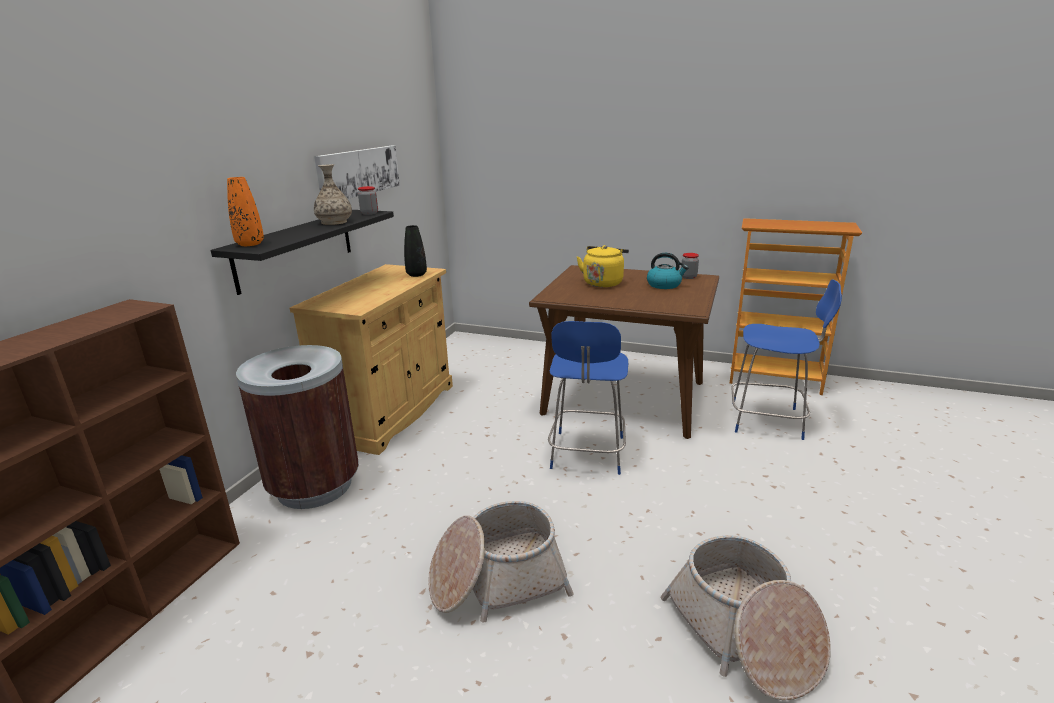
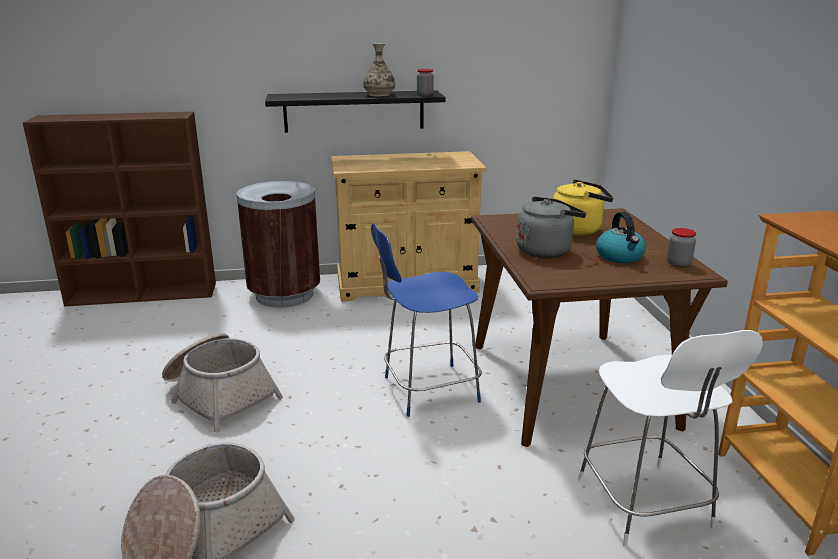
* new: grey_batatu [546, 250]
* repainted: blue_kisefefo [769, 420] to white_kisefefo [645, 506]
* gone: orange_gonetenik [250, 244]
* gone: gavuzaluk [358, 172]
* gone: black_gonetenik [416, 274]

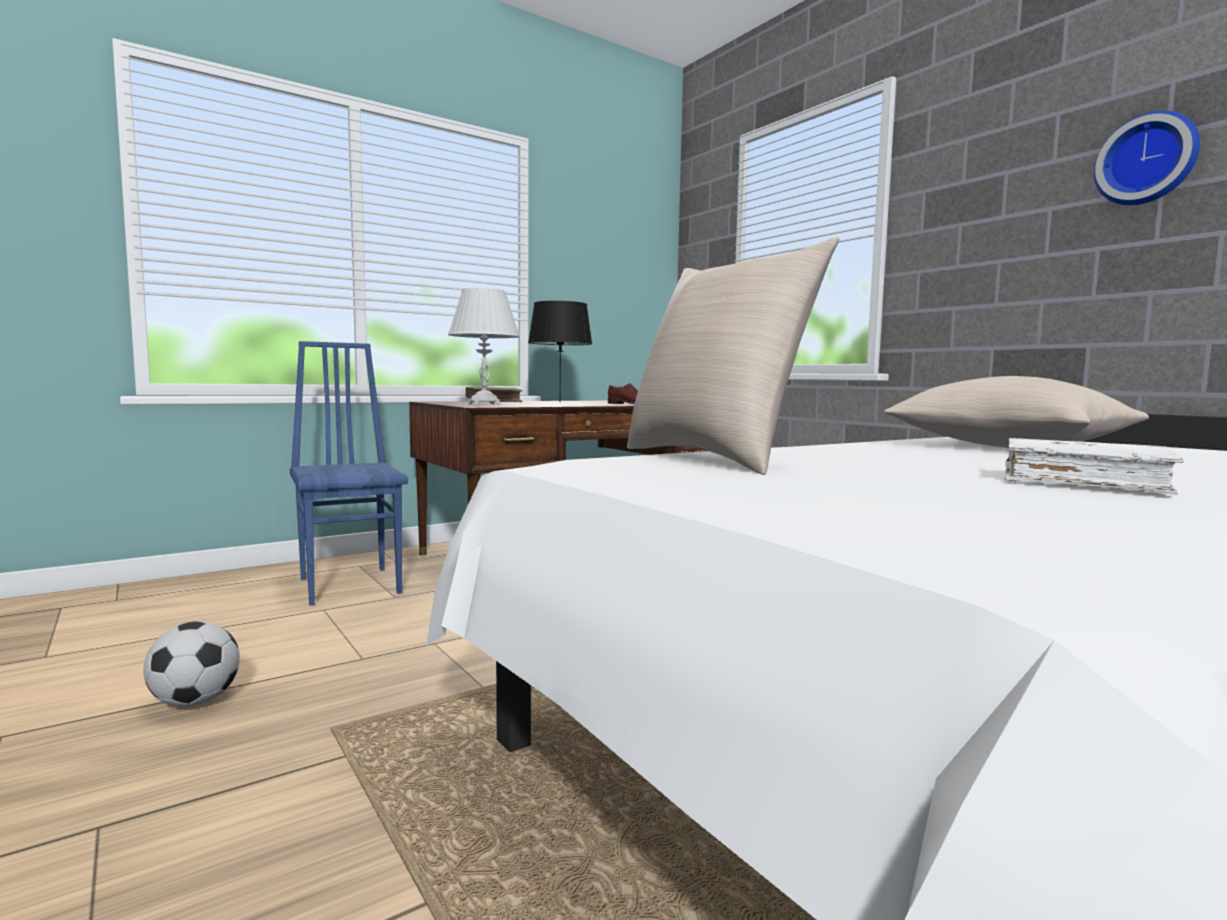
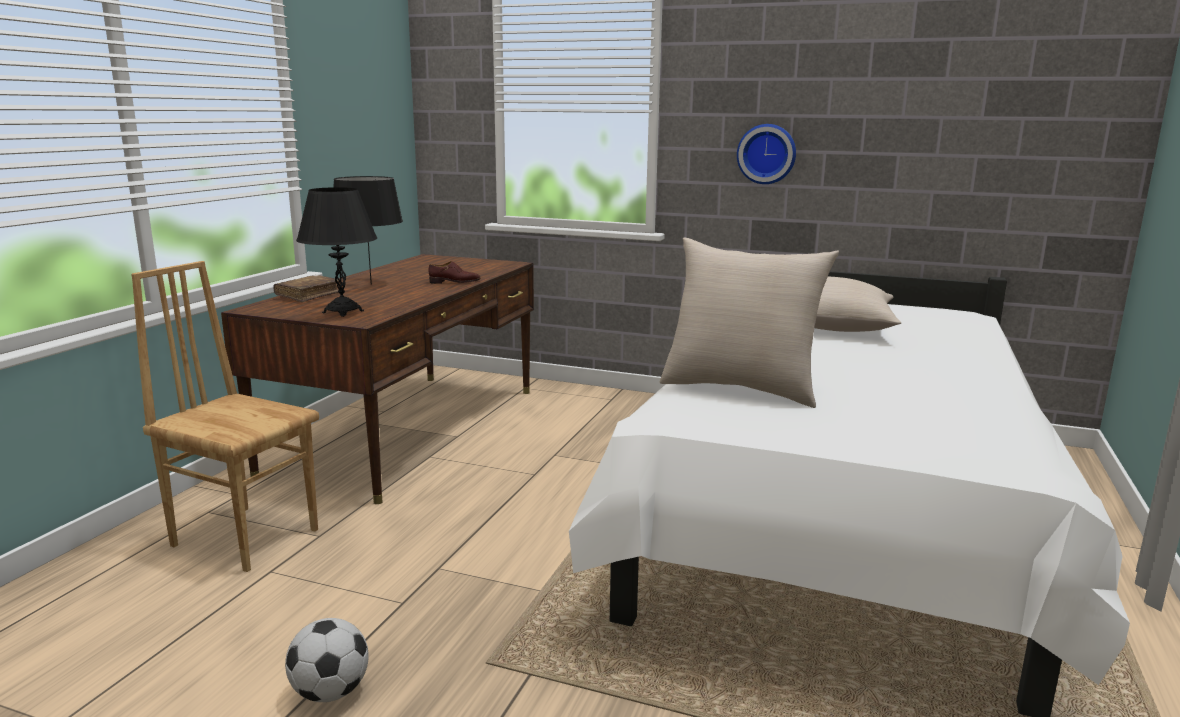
* repainted: blue_kisefefo [352, 585] to brown_kisefefo [246, 536]
* repainted: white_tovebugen [484, 404] to black_tovebugen [342, 312]
* shifted: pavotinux [1147, 160] to [766, 154]
* gone: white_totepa [1082, 482]

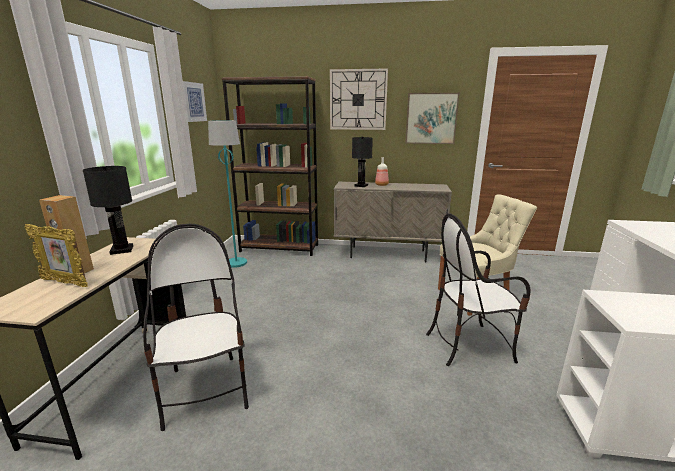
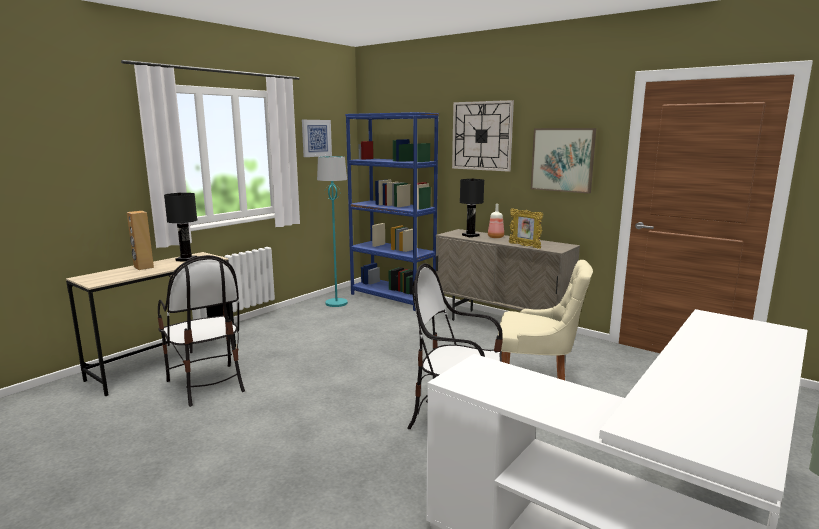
* rotated: kisefefo [206, 390] = [207, 385] 135 degrees clockwise
* repainted: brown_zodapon [279, 248] to blue_zodapon [392, 298]
* shifted: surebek [65, 283] to [524, 246]

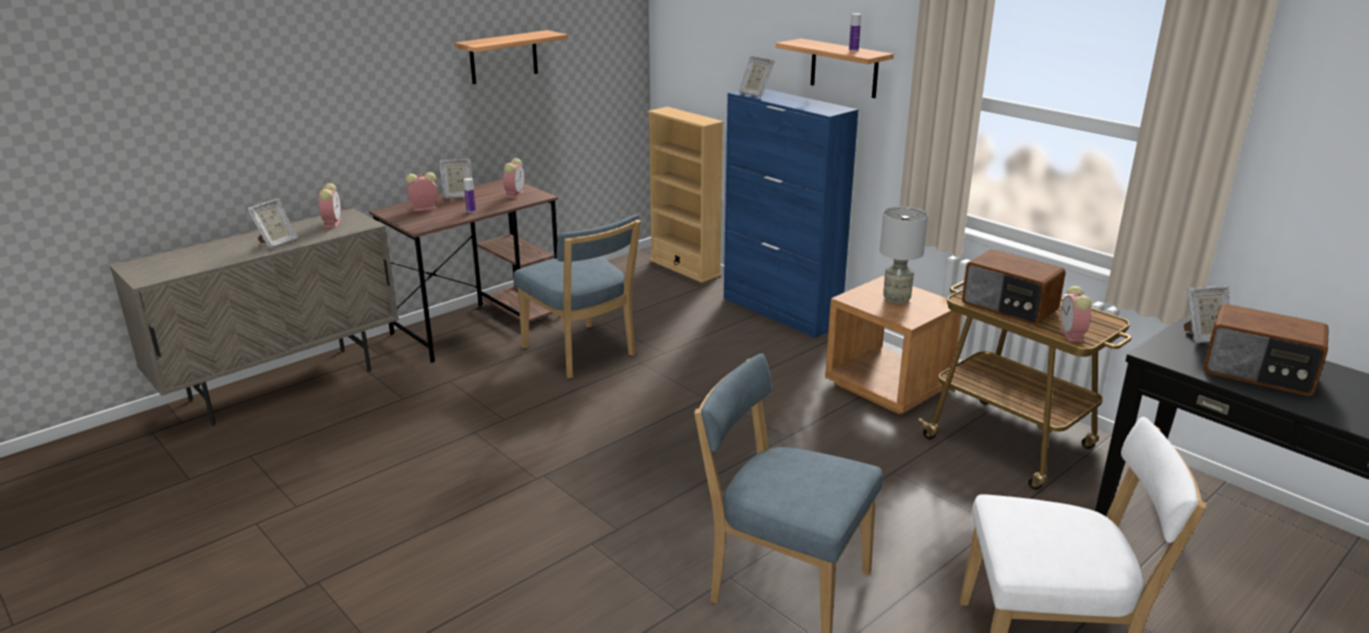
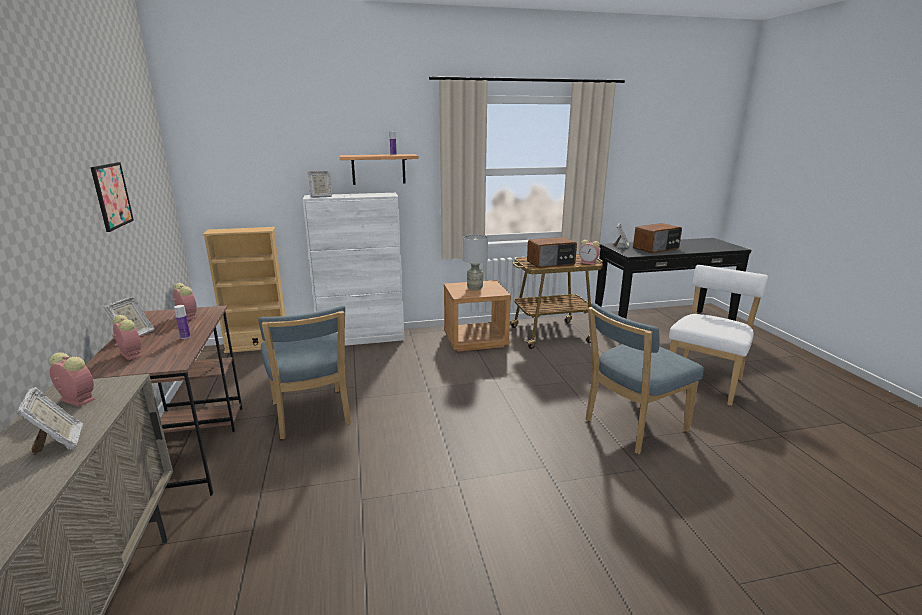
* swapped: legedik [503, 57] to gavuzaluk [112, 196]
* rotated: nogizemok [423, 208] = [130, 354] 120 degrees clockwise
* rotated: blue_kisefefo [582, 354] = [311, 416] 75 degrees clockwise
* repainted: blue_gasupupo [781, 312] to white_gasupupo [362, 338]

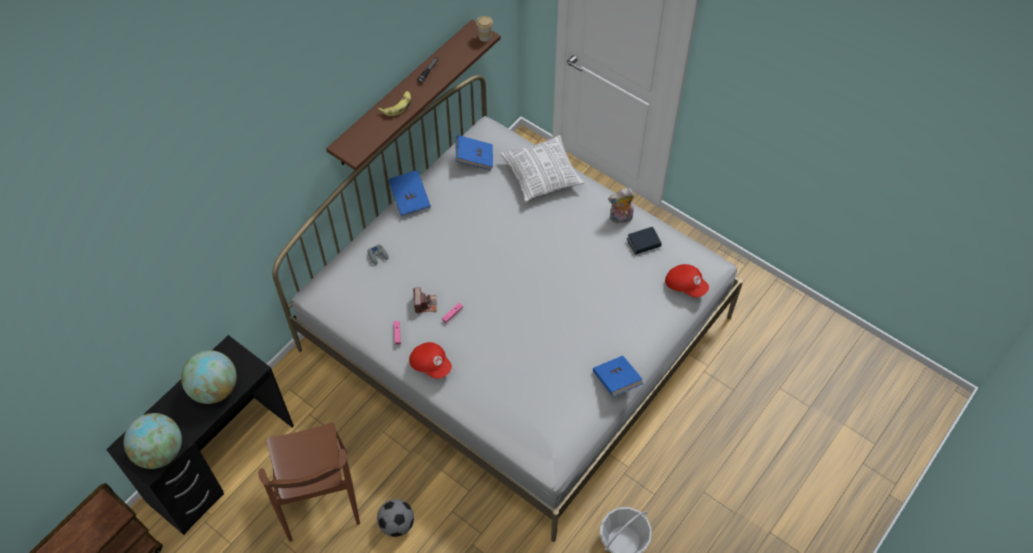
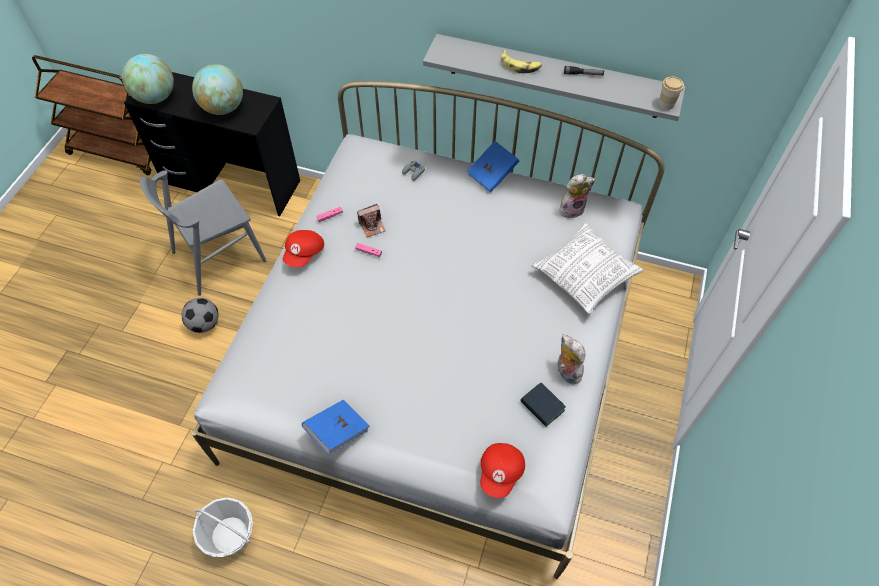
* repainted: brown_kisefefo [318, 496] to grey_kisefefo [218, 256]
* repainted: brown_legedik [403, 94] to grey_legedik [554, 77]
* swapped: blue_totepa [474, 159] to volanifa [572, 209]

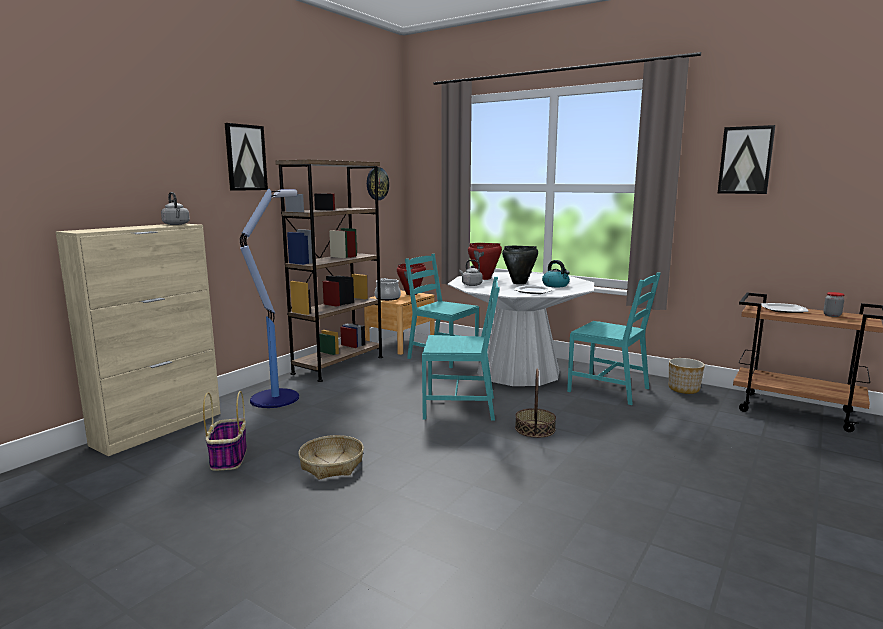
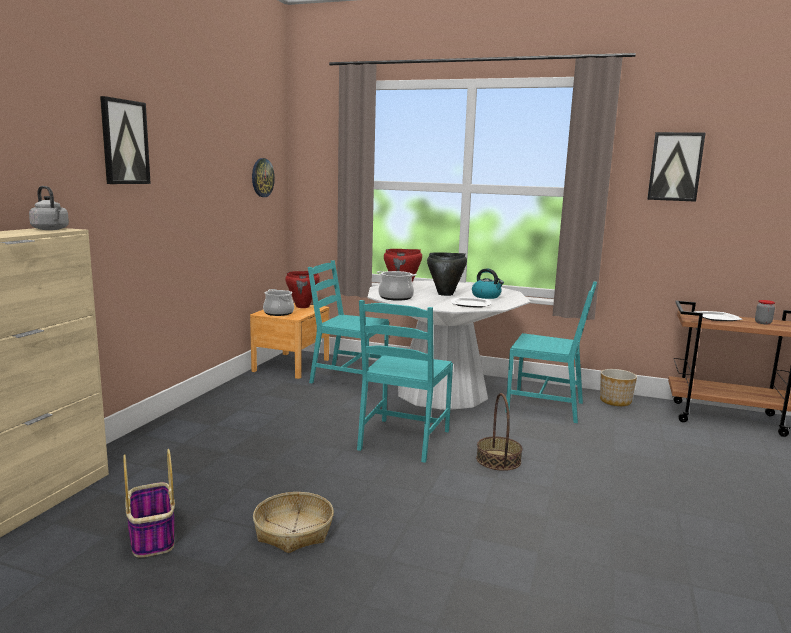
* rotated: turquoise_kisefefo [460, 407] = [403, 440] 120 degrees clockwise
* swapped: grey_batatu [471, 285] to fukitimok [395, 297]
* gone: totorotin [276, 398]
* gone: brown_zodapon [338, 365]

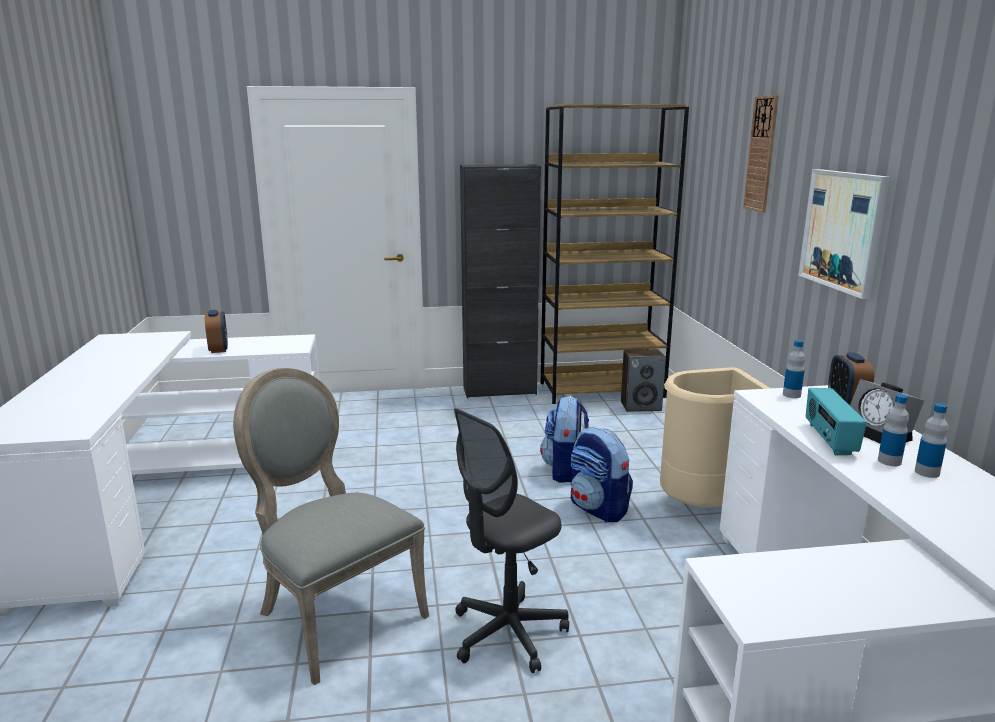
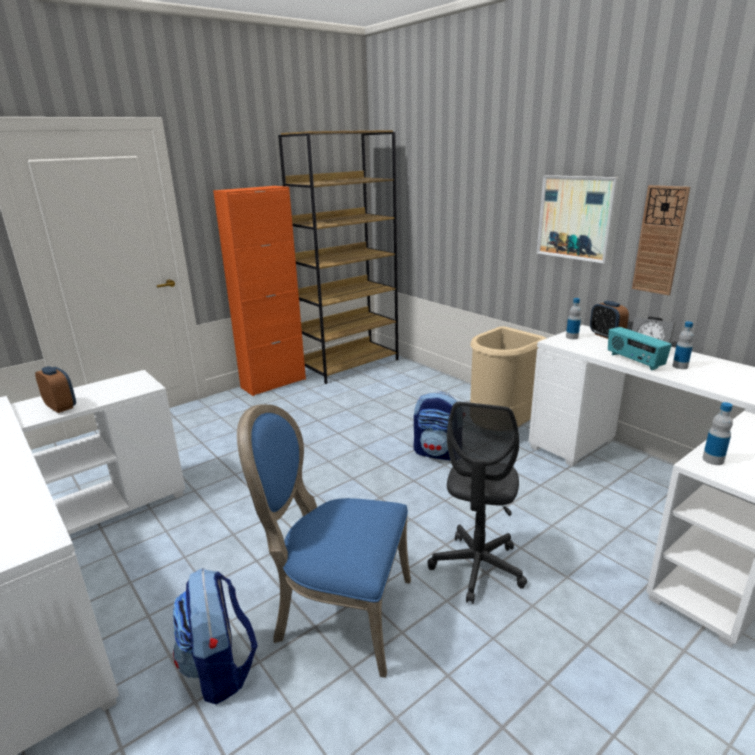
* shifted: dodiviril [567, 471] to [220, 668]
* repainted: black_gasupupo [499, 390] to orange_gasupupo [273, 383]
* repainted: grey_kisefefo [334, 615] to blue_kisefefo [338, 613]
* shifted: pavotinux [761, 154] to [660, 240]
* shifted: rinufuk [927, 472] to [713, 460]
* gone: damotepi [641, 406]

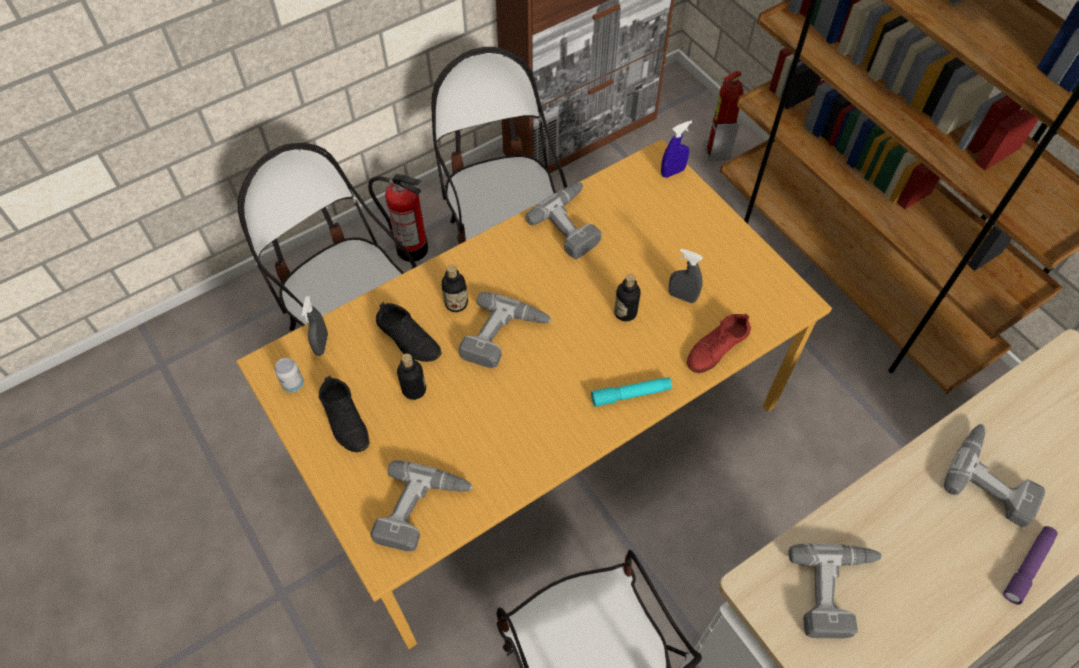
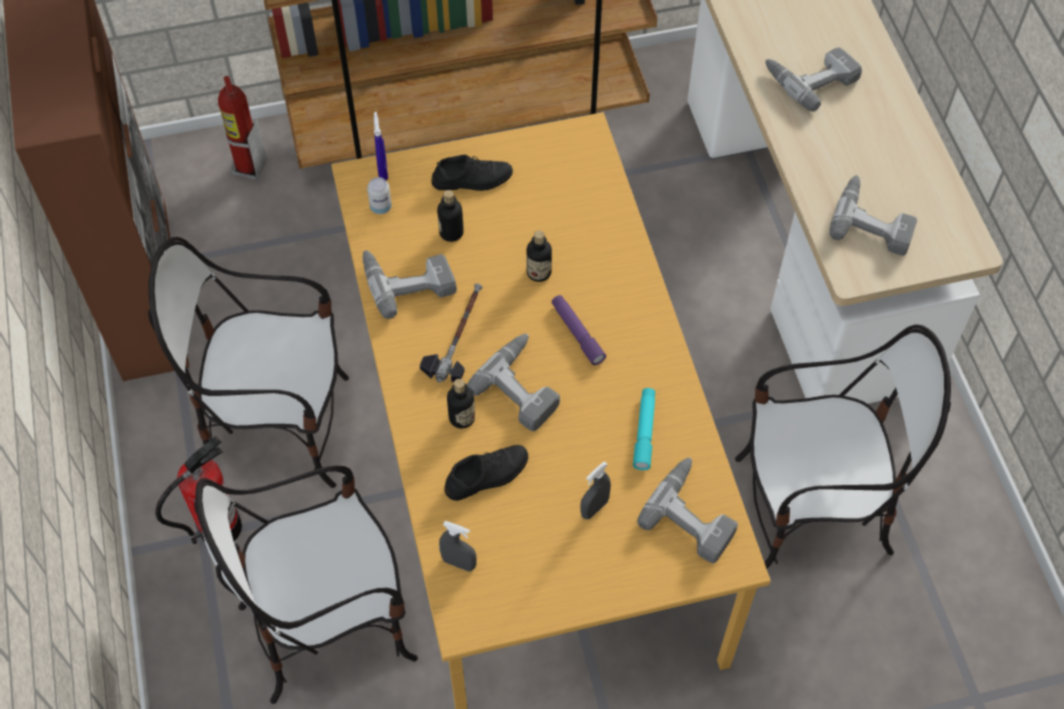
* shifted: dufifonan [293, 384] to [381, 207]
* new: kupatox [457, 335]
* shifted: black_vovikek [345, 419] to [472, 179]
* shifted: rinufuk [414, 389] to [451, 232]
* shifted: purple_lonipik [1027, 566] to [577, 333]
* shifted: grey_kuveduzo [682, 296] to [594, 508]
* shifted: turquoise_lonipik [631, 394] to [644, 432]
* gone: red_vovikek [717, 348]

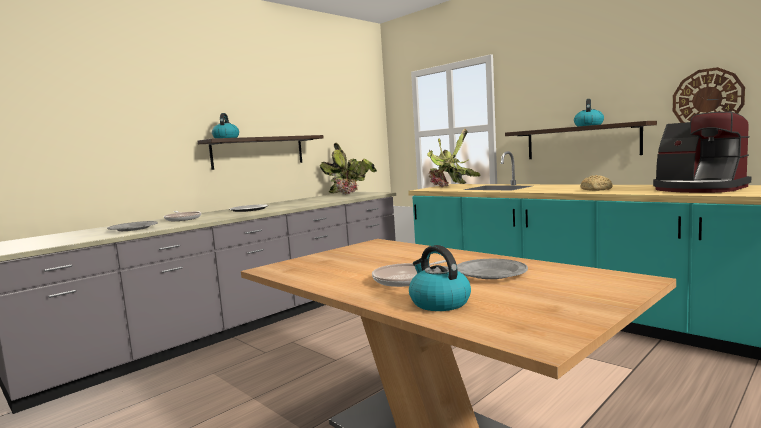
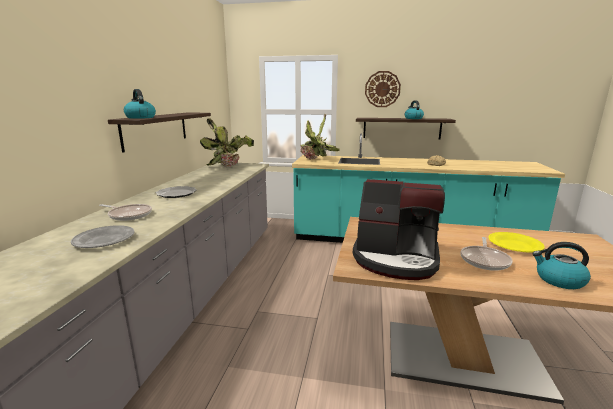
* shifted: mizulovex [698, 189] to [396, 259]
* shifted: pavotinux [707, 99] to [382, 89]
* repainted: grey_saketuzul [490, 273] to yellow_saketuzul [514, 245]

